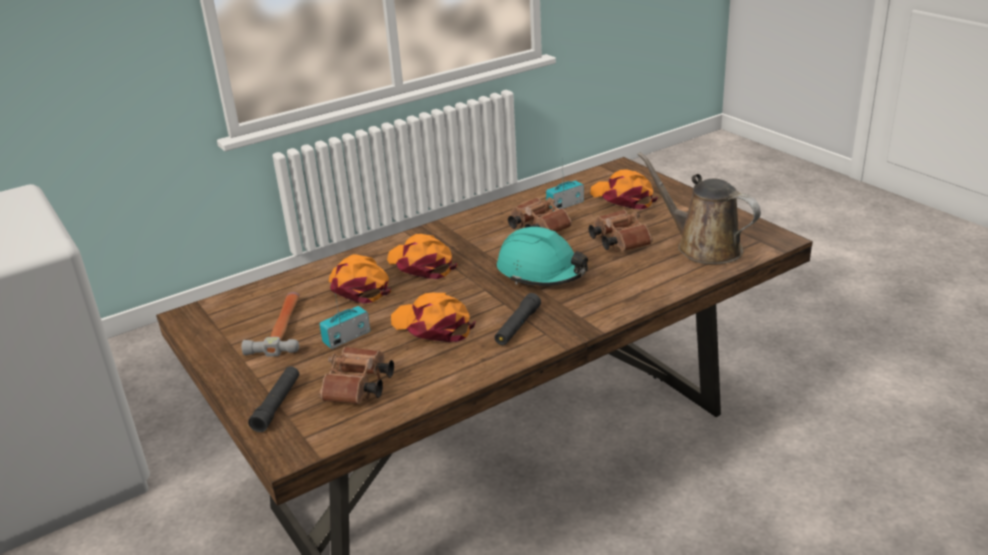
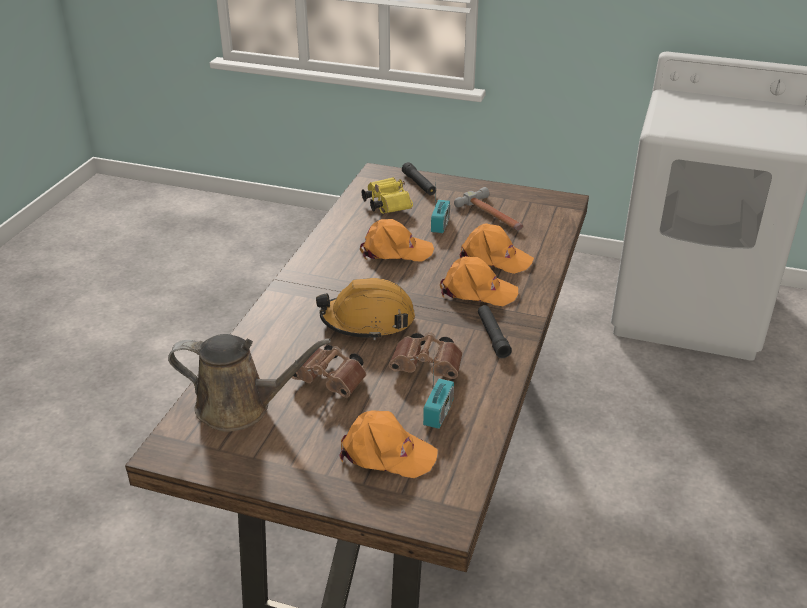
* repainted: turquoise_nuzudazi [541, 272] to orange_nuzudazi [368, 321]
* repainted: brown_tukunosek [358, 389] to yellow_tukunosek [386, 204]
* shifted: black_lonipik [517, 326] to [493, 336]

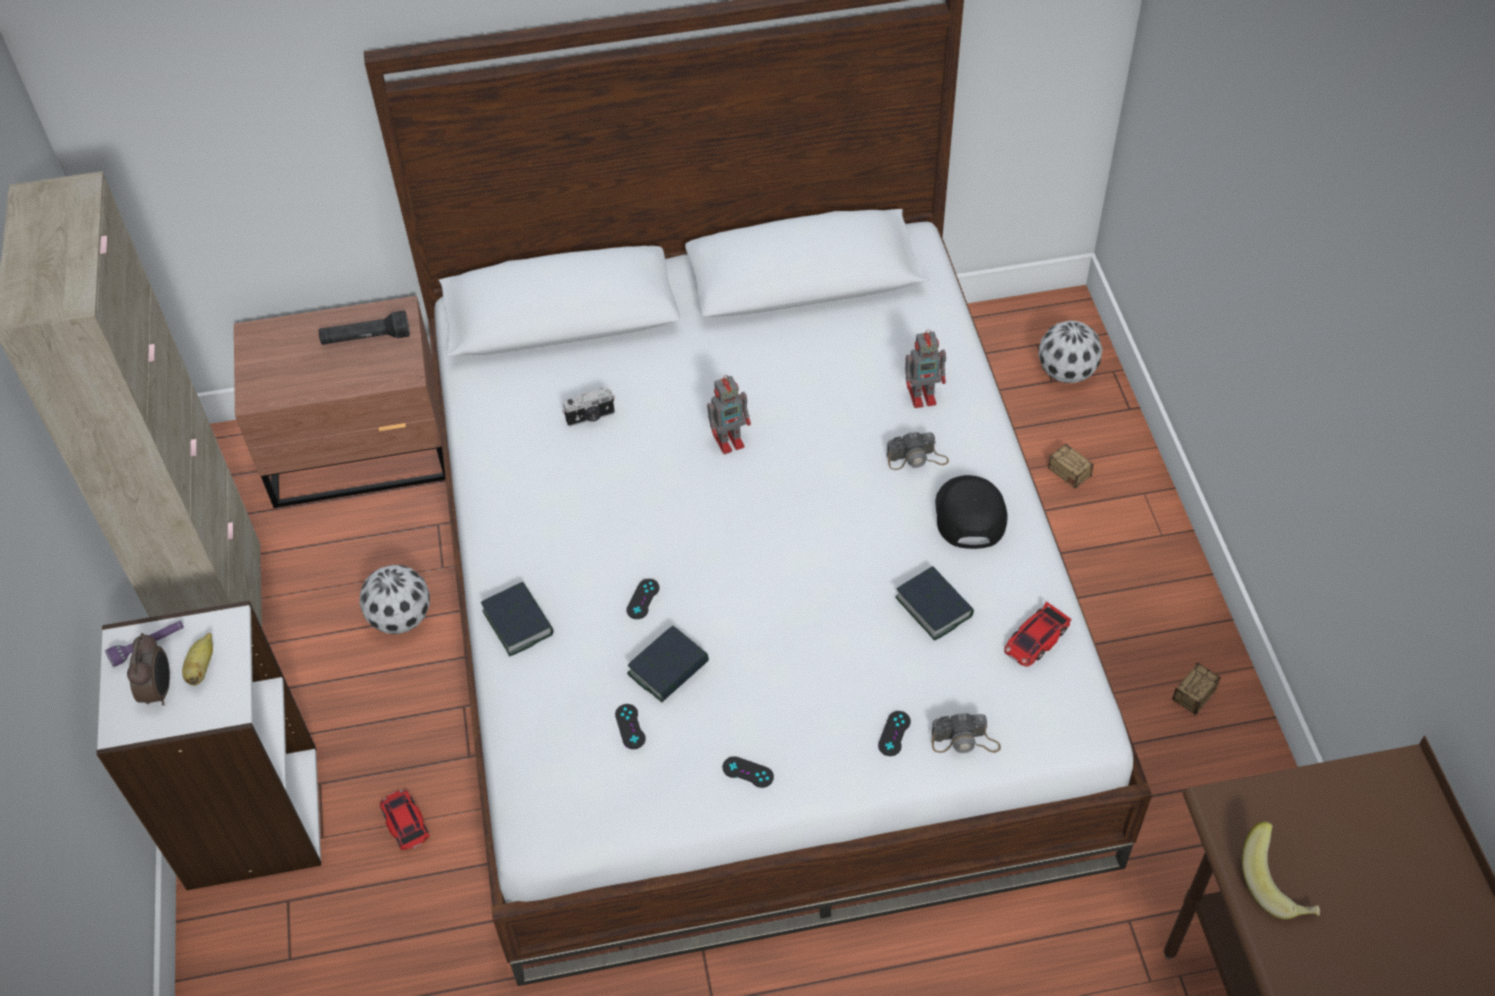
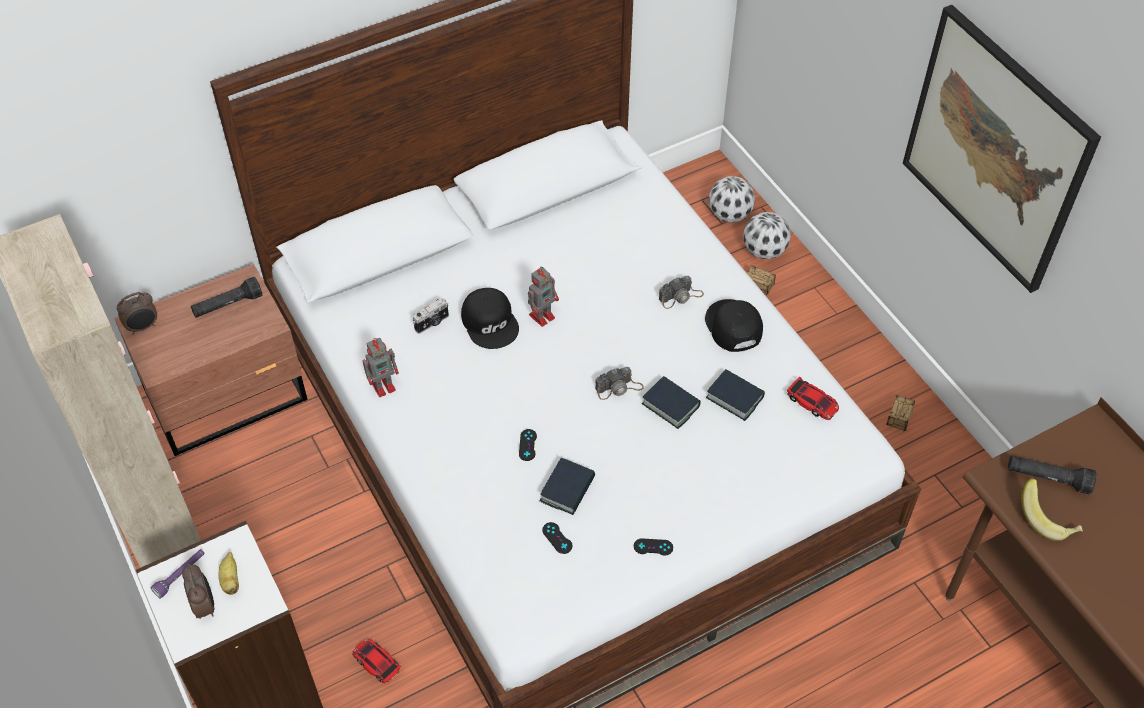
* new: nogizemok [143, 327]
* shifted: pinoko [924, 396] to [384, 385]
* new: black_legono [491, 322]
* shifted: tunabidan [965, 741] to [619, 388]
* shifted: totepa [518, 622] to [670, 405]
* shifted: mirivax [401, 617] to [764, 250]
* rotated: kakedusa [1036, 639] = [812, 402] 75 degrees counterclockwise
* new: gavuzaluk [996, 149]
* new: black_lonipik [1047, 479]
* gone: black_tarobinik [894, 733]

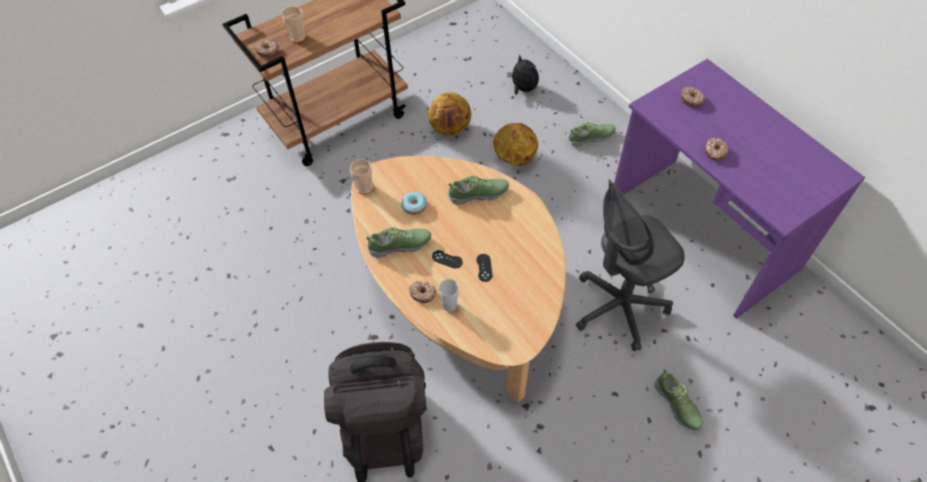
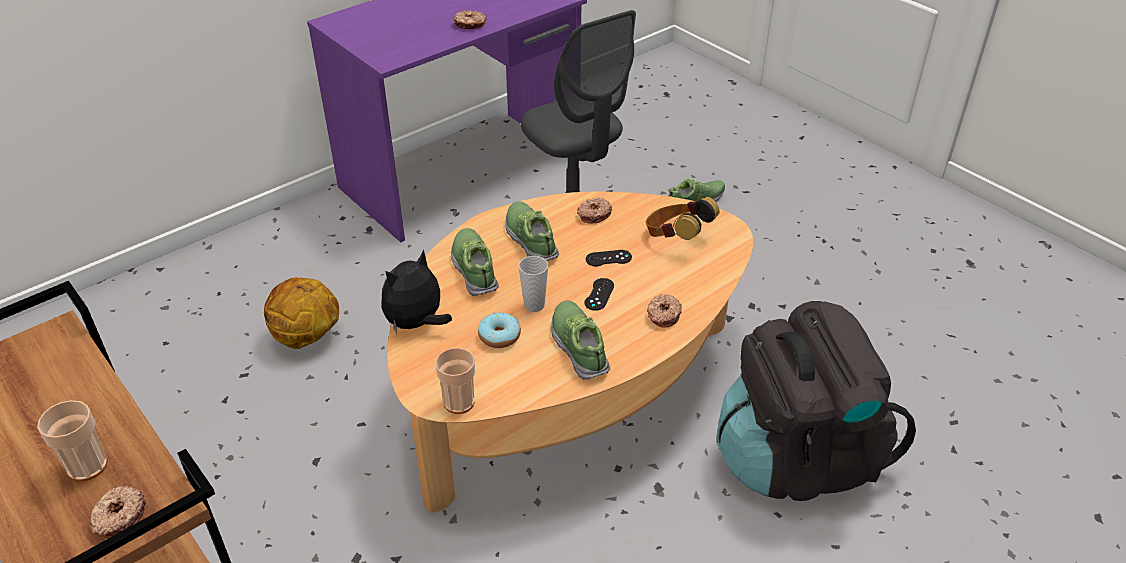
* shifted: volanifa [522, 89] to [416, 324]
* shifted: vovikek [590, 138] to [531, 239]
* shifted: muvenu [449, 305] to [534, 305]
* shifted: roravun [691, 99] to [593, 214]
* new: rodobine [676, 238]
* gone: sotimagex [450, 129]

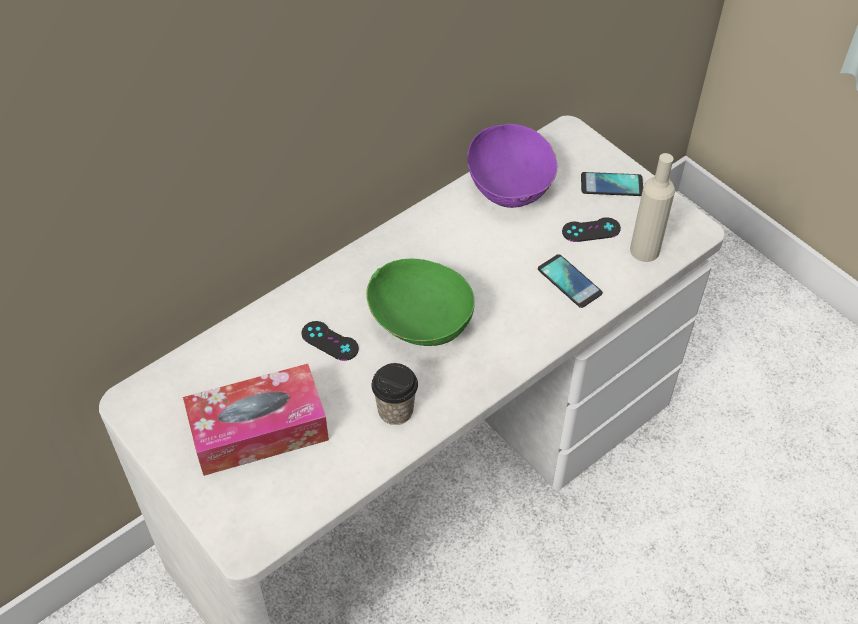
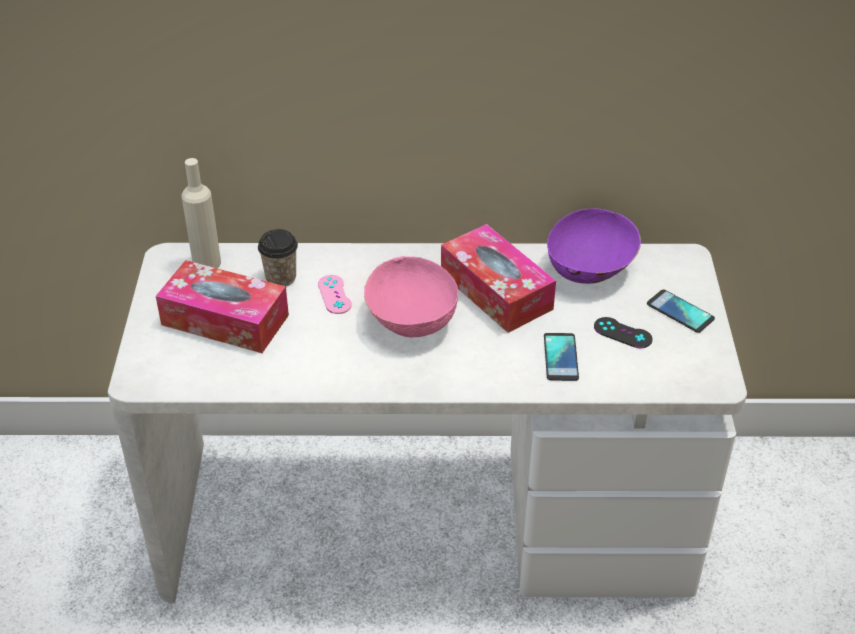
* shifted: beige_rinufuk [644, 250] to [207, 262]
* shifted: muvenu [395, 411] to [281, 278]
* repainted: black_tarobinik [330, 341] to pink_tarobinik [334, 294]
* repainted: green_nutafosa [419, 323] to pink_nutafosa [410, 319]
* new: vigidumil [496, 291]

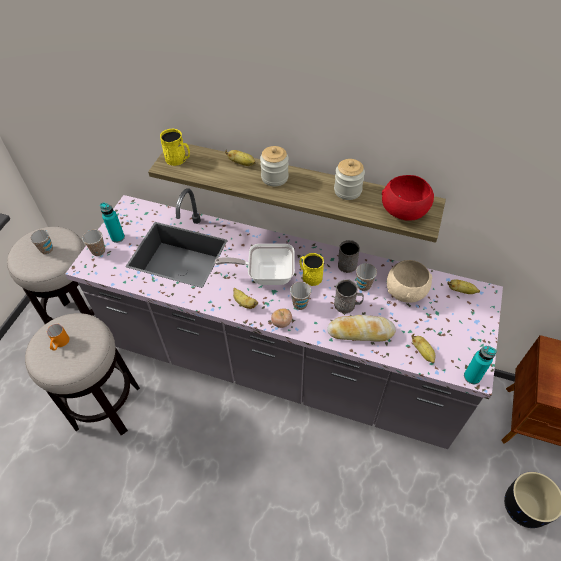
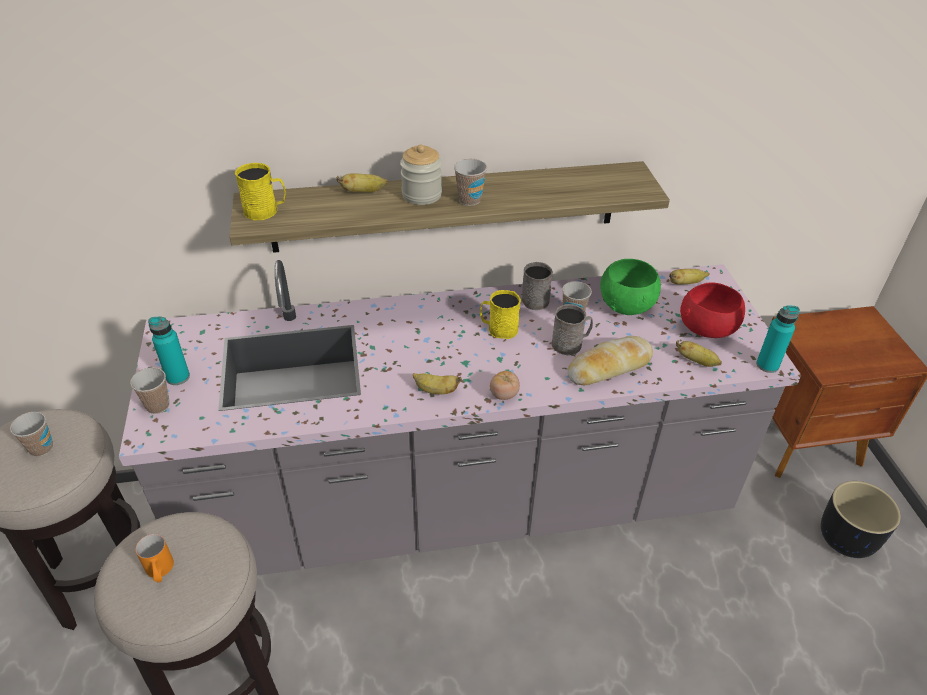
* shifted: muvenu [300, 304] to [469, 200]
* repainted: beige_nutafosa [406, 291] to green_nutafosa [626, 305]
* shifted: red_nutafosa [403, 212] to [706, 330]
* gone: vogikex [265, 274]
* gone: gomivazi [347, 191]

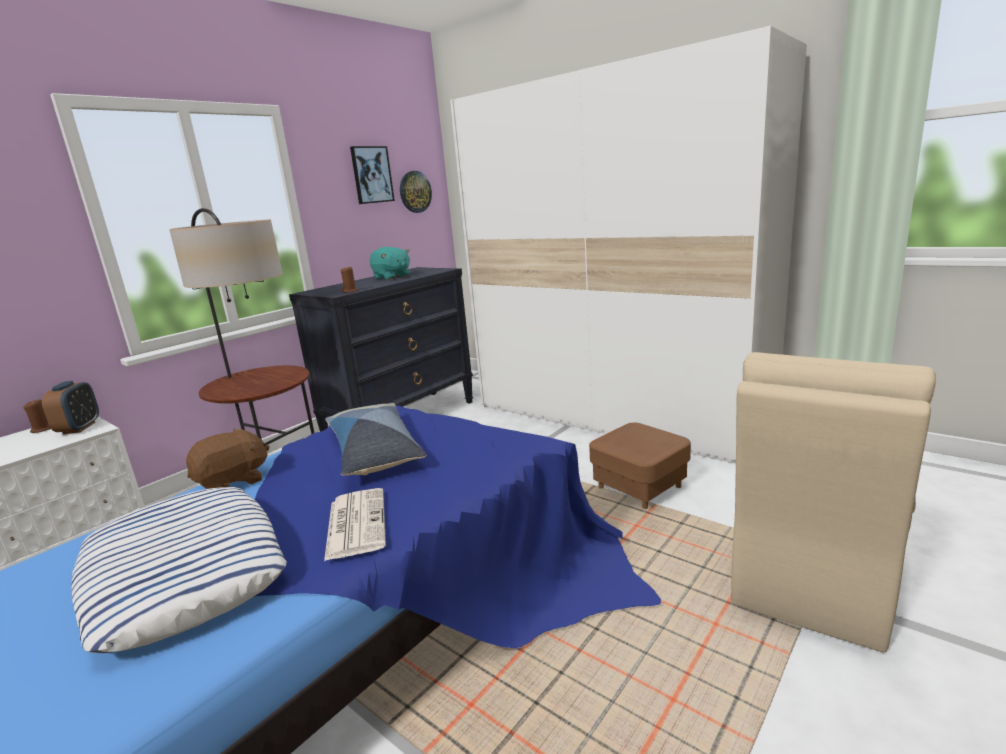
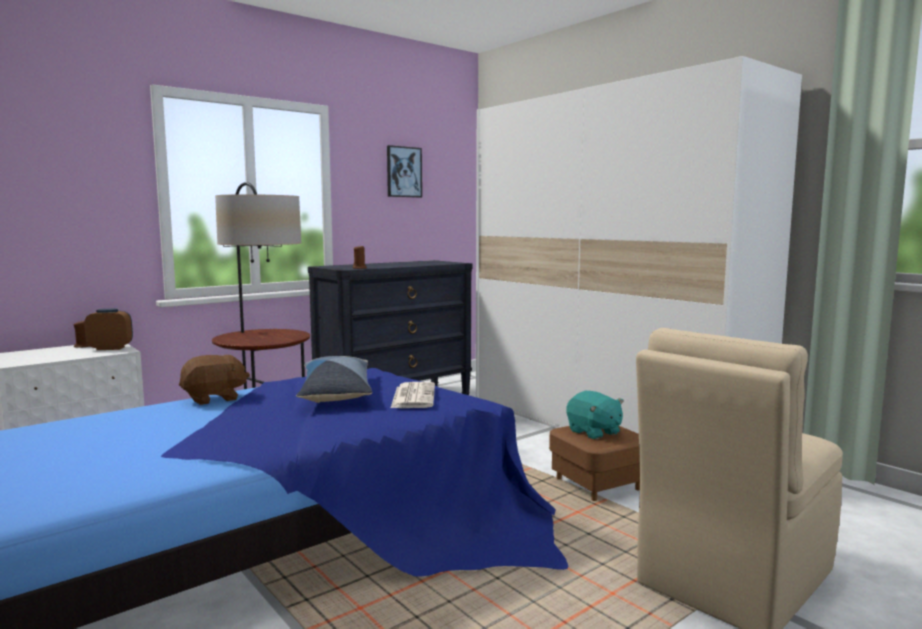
* rotated: nogizemok [79, 428] = [110, 348] 105 degrees counterclockwise
* shifted: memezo [355, 523] to [413, 396]
* shifted: turquoise_volanifa [392, 277] to [594, 432]
* gone: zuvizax [184, 573]
* gone: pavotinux [415, 192]

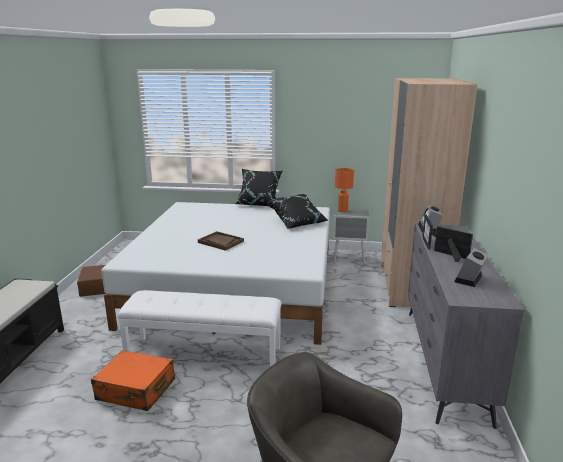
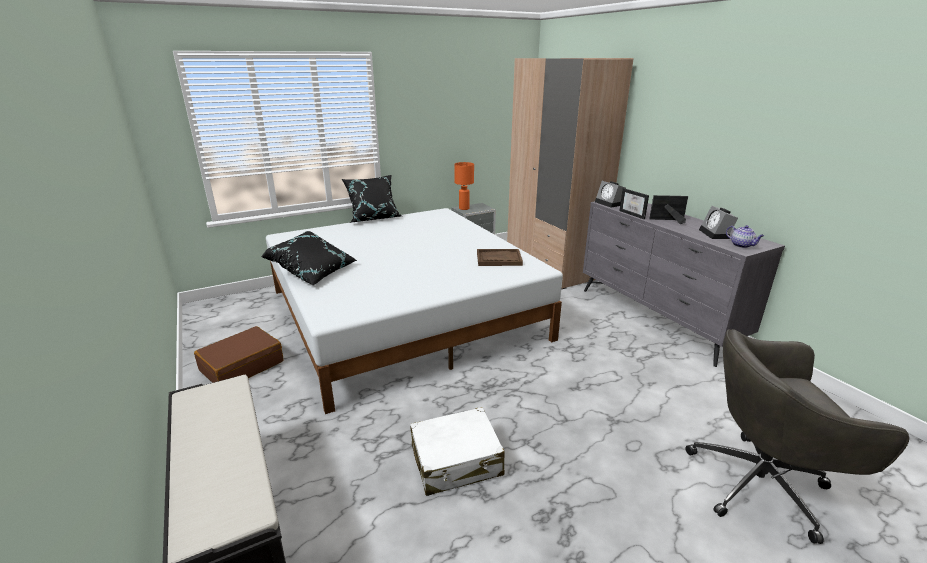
* shifted: black_zuvizax [297, 222] to [313, 272]
* repainted: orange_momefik [136, 390] to white_momefik [456, 461]
* shifted: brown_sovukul [220, 242] to [498, 259]
* new: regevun [742, 245]
* gone: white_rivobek [205, 354]

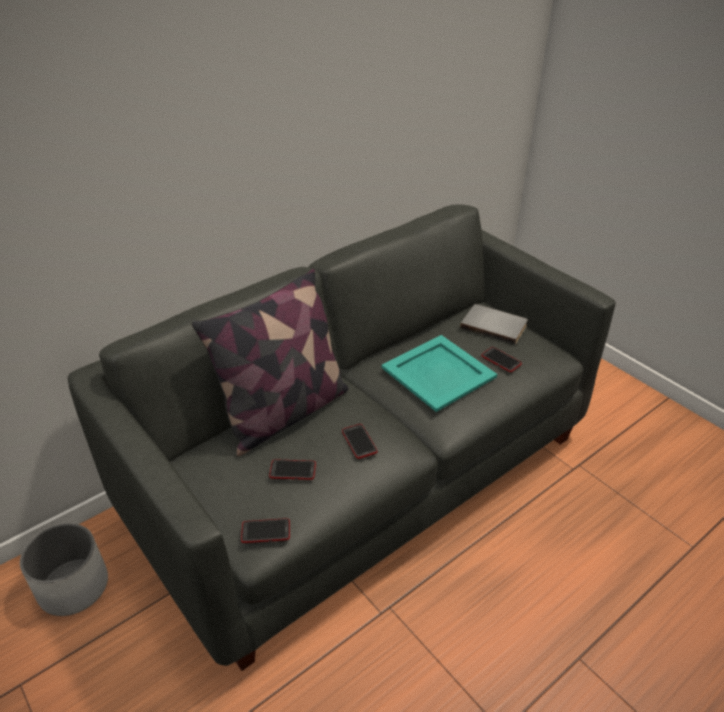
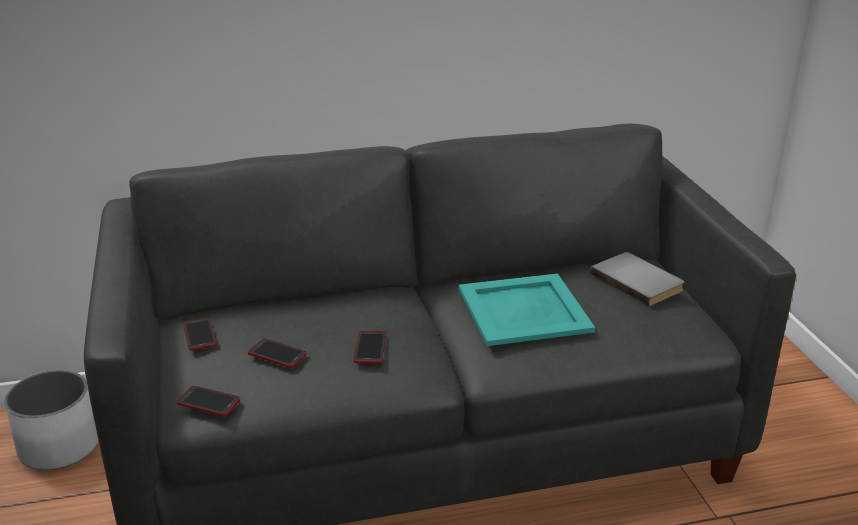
* shifted: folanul [501, 360] to [199, 335]
* gone: zuvizax [284, 412]

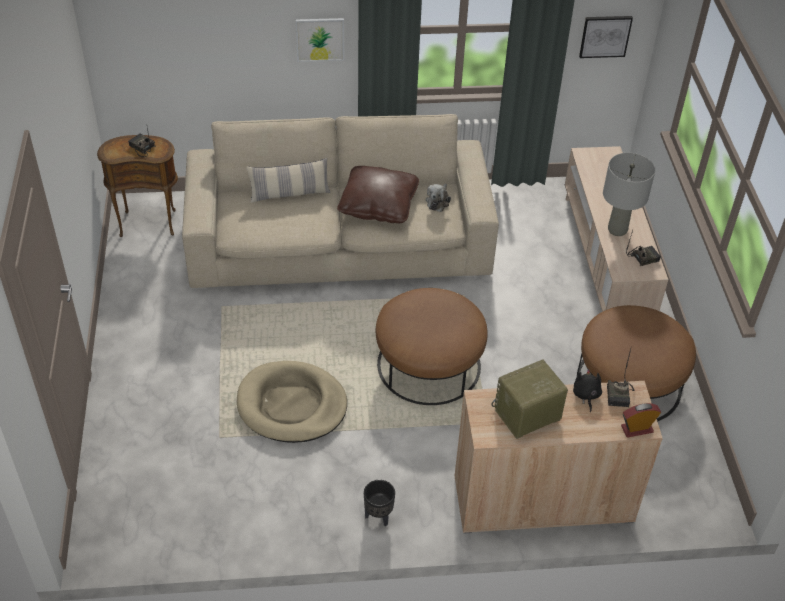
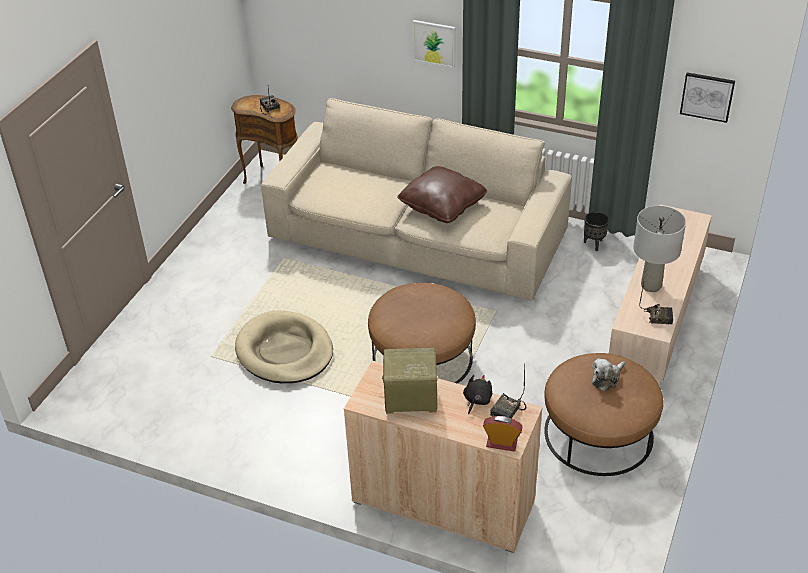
* shifted: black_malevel [379, 516] to [594, 244]
* shifted: volanifa [438, 201] to [607, 379]
* gone: zuvizax [289, 194]

